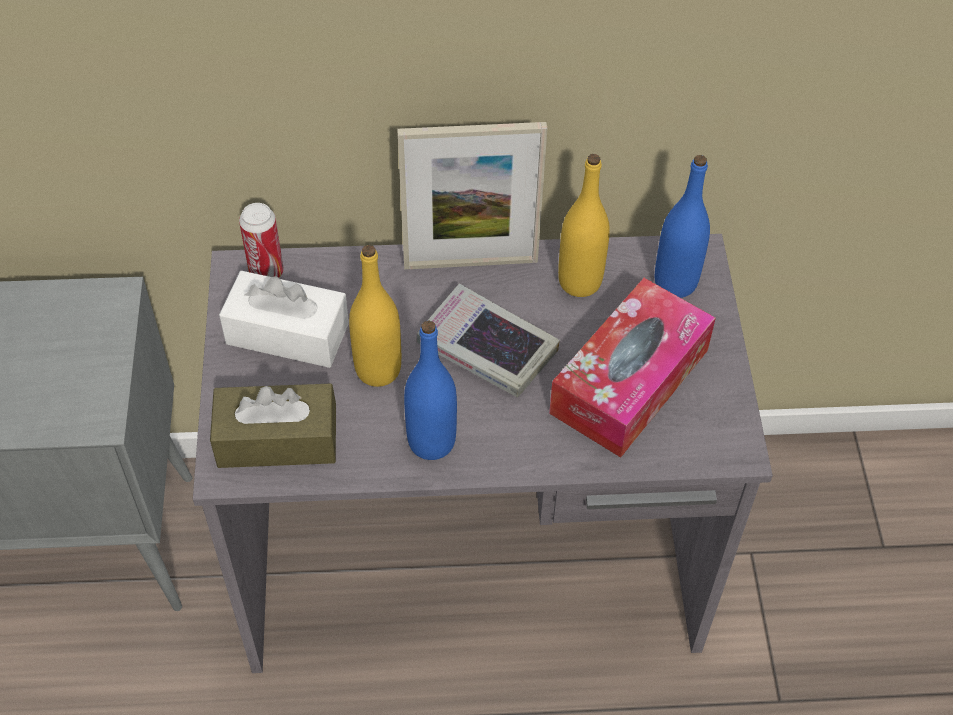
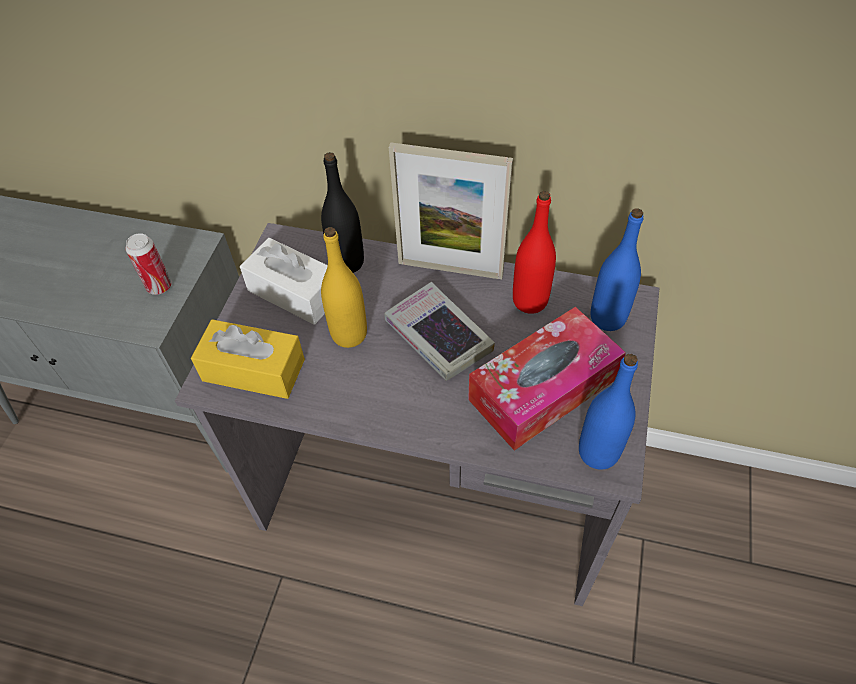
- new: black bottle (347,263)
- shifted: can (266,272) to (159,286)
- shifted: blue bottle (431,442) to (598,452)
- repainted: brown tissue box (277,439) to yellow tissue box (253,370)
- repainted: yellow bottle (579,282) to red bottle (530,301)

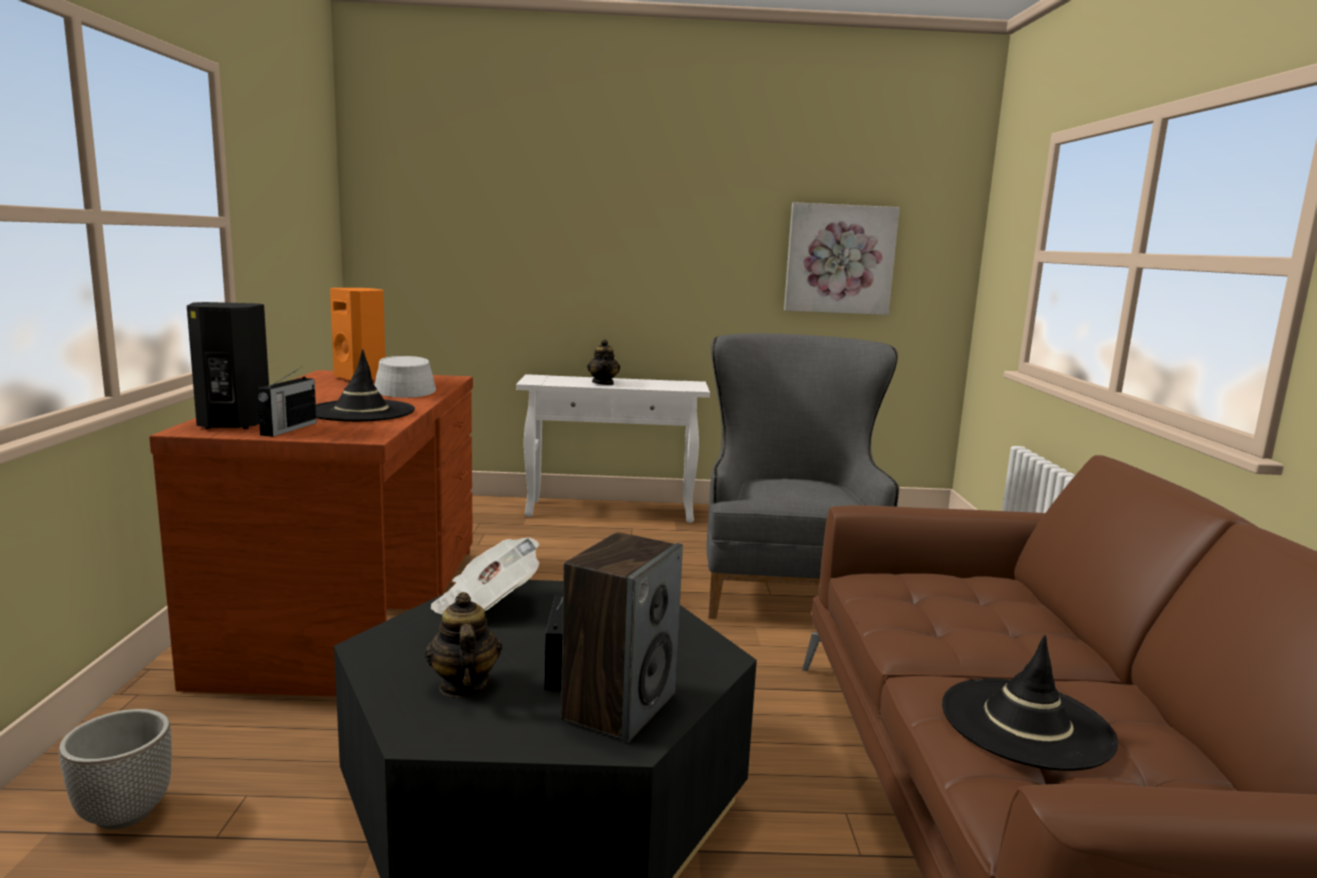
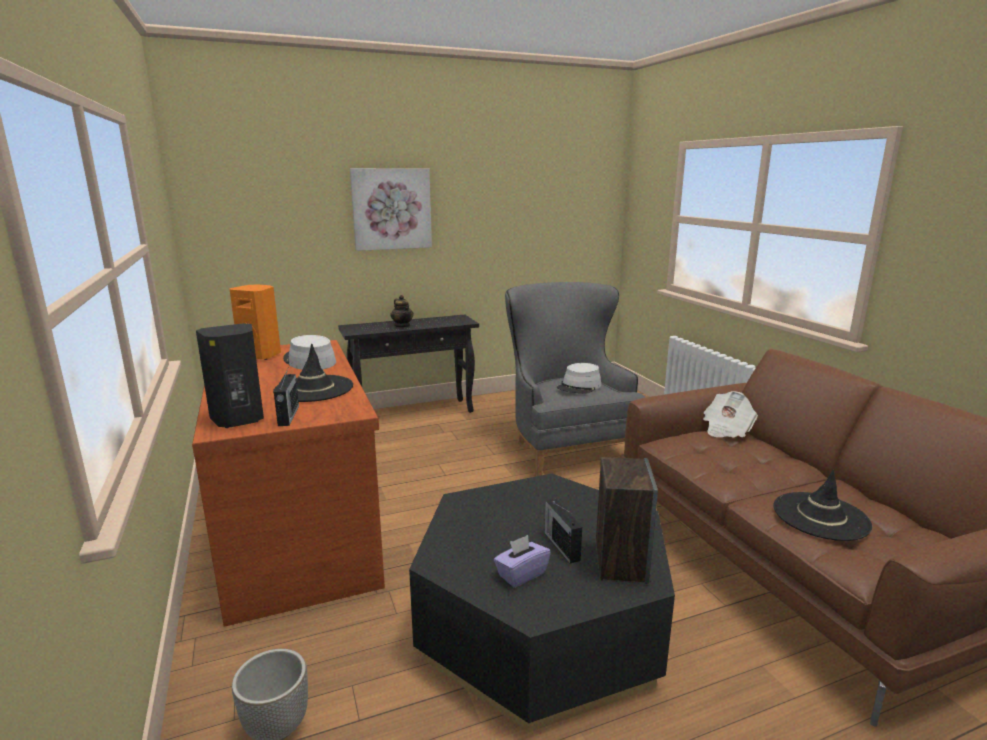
- new: grey hat (579,386)
- shifted: newspaper (486,604) to (727,429)
- shifted: picture (839,259) to (391,209)
- swapped: teapot (463,685) to purple tissue box (521,574)
- repainted: white console table (612,511) to black console table (414,413)

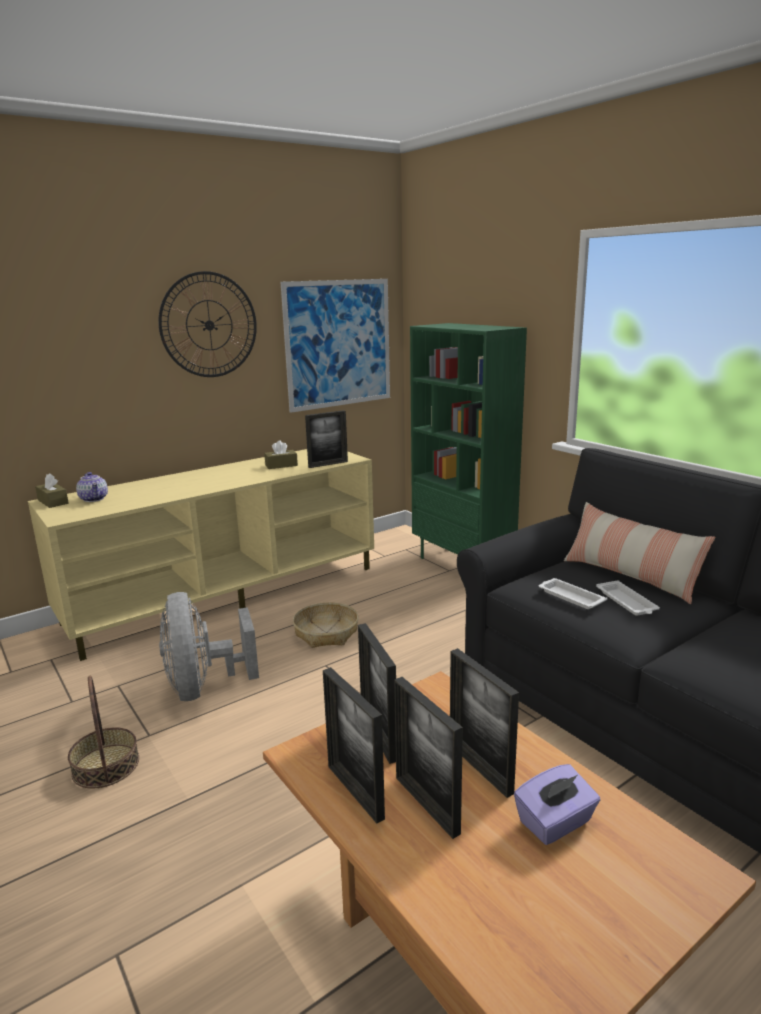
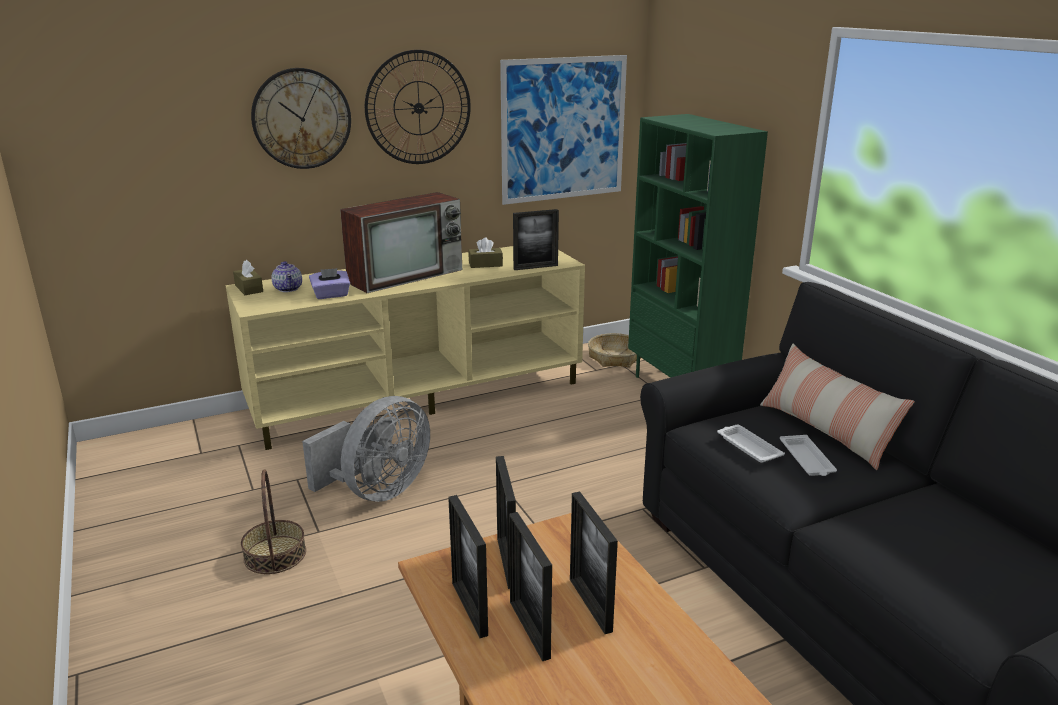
- new: wall clock (301,118)
- new: television (407,275)
- shifted: basket (326,633) to (615,358)
- shifted: purple tissue box (555,823) to (331,295)
- rotated: grey fan (204,687) = (378,491) 135 degrees counterclockwise

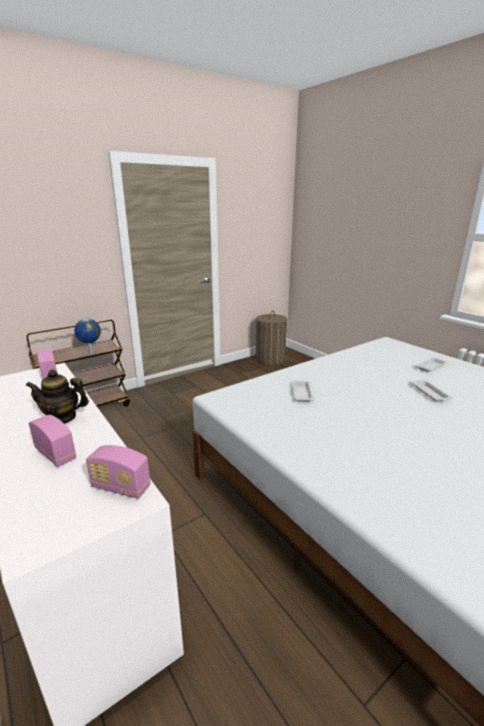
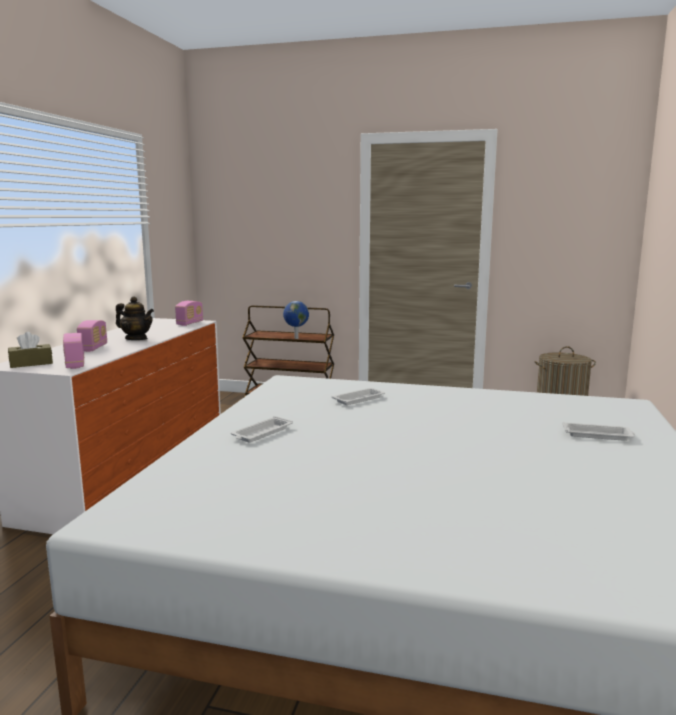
- new: brown tissue box (31,363)
- shifted: white tray (430,393) to (261,433)
- rotated: teapot (62,418) = (136,339) 150 degrees clockwise

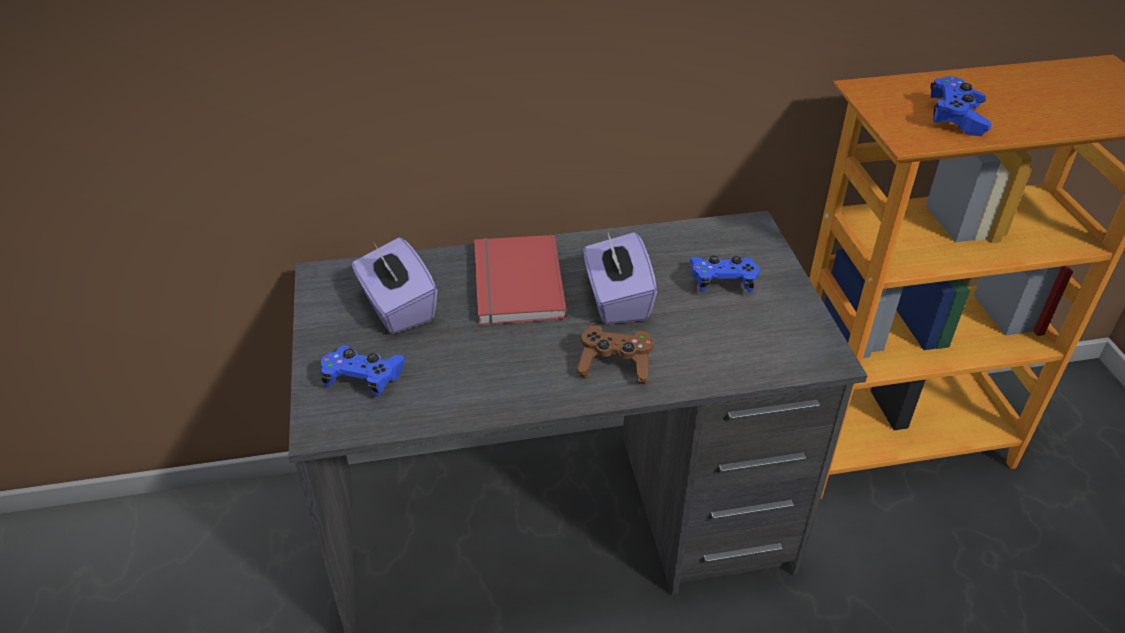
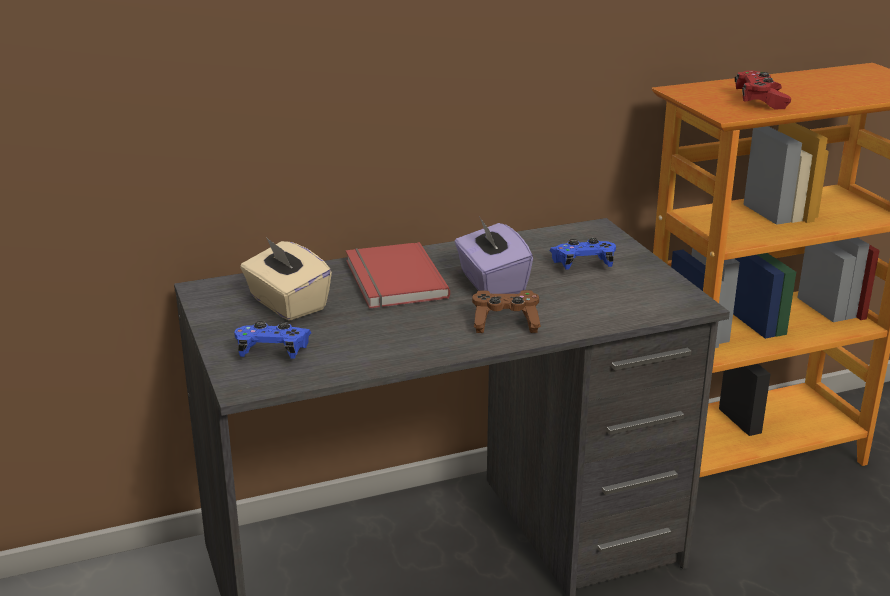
- repainted: purple tissue box (397,308) to beige tissue box (287,304)
- repainted: blue game controller (956,118) to red game controller (760,101)

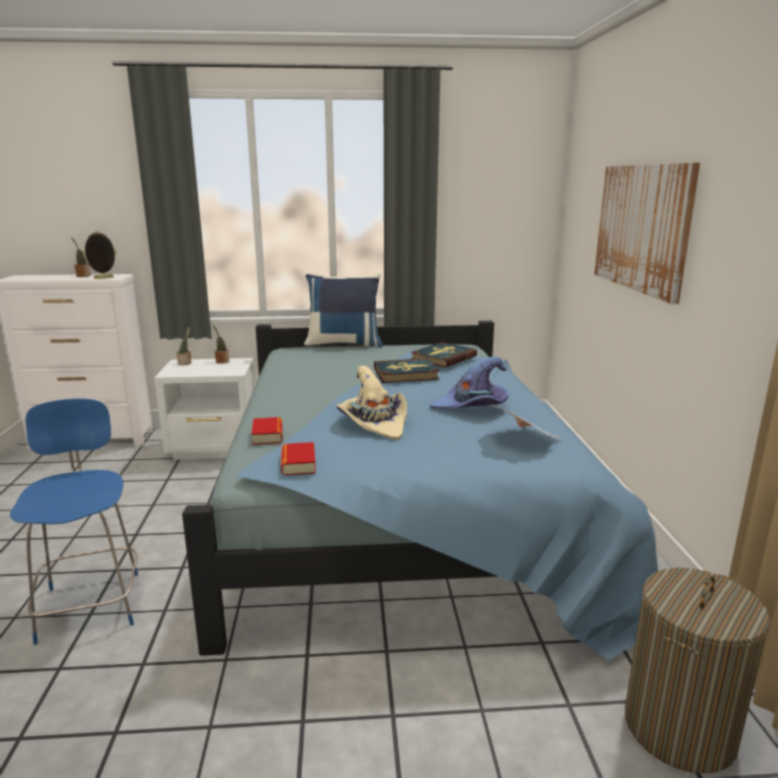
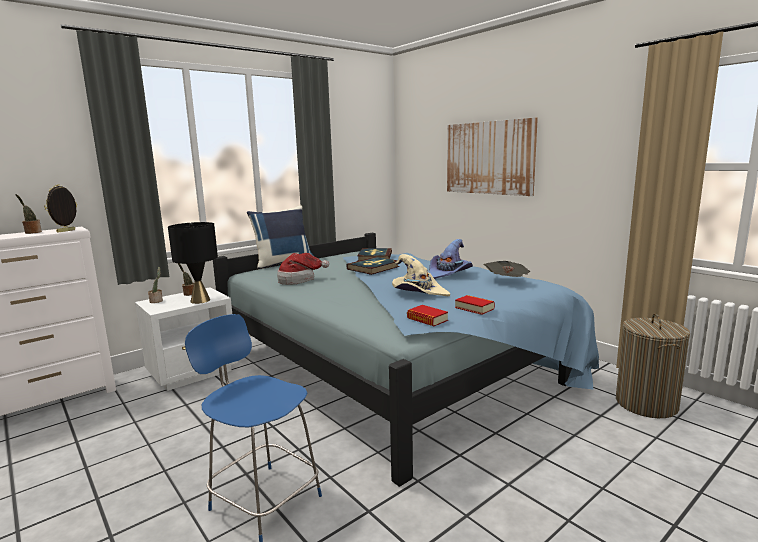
- new: black table lamp (200,300)
- new: hat (299,280)
- shifted: book (267,435) to (474,308)

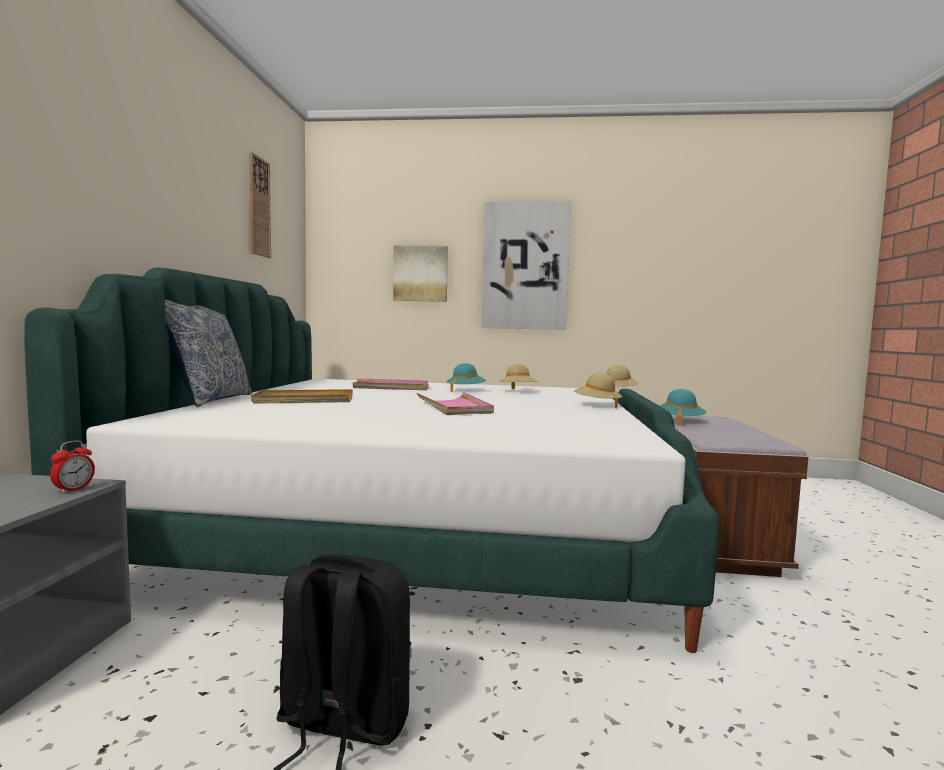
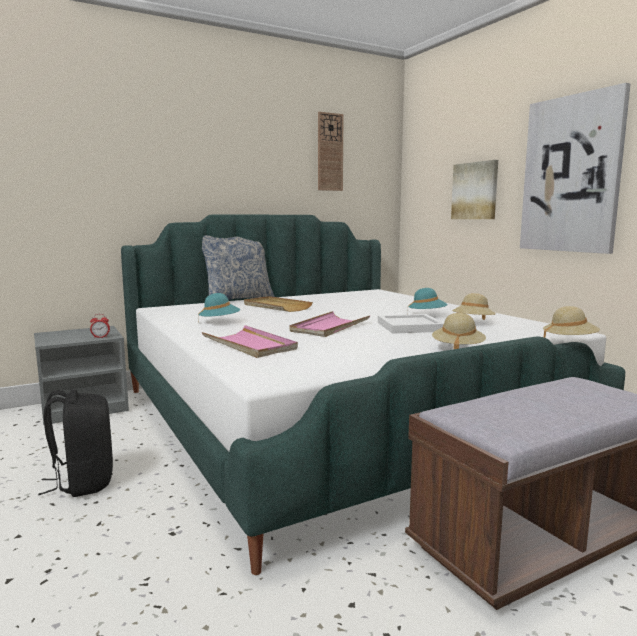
- new: white tray (411,327)
- shifted: pink tray (391,388) to (249,345)
- shifted: turquoise hat (679,422) to (219,322)

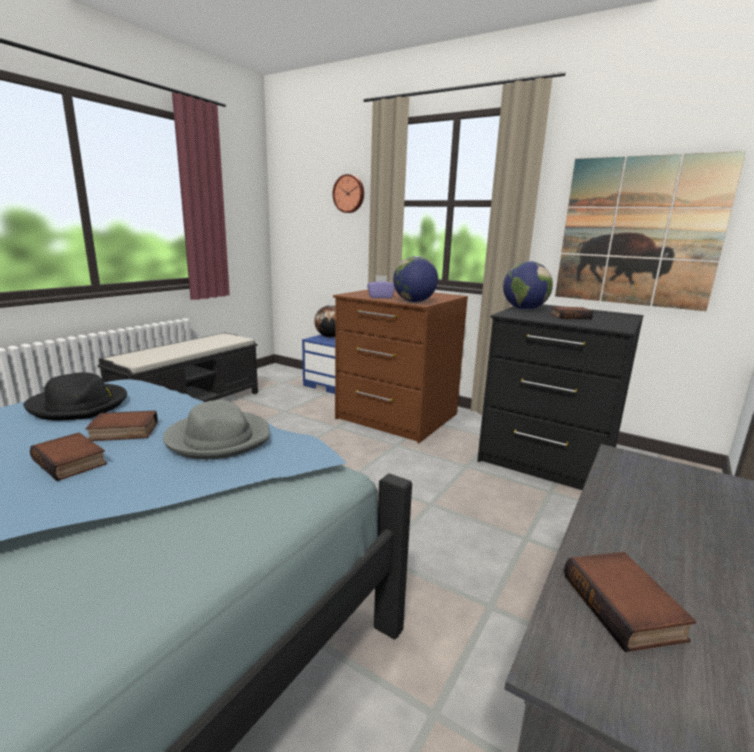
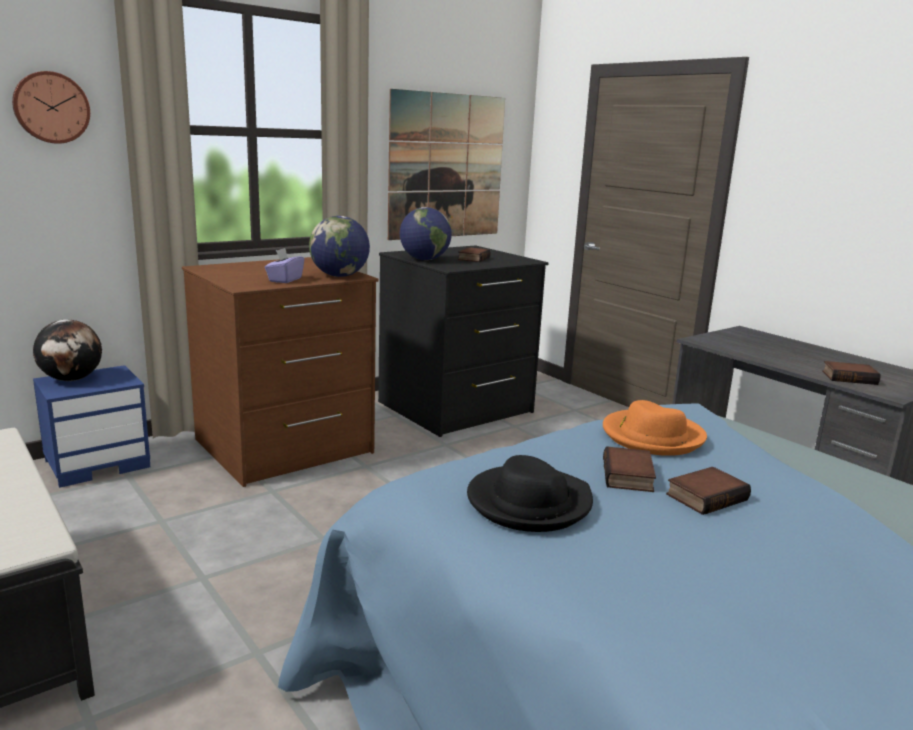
- repainted: grey hat (219,438) to orange hat (652,436)

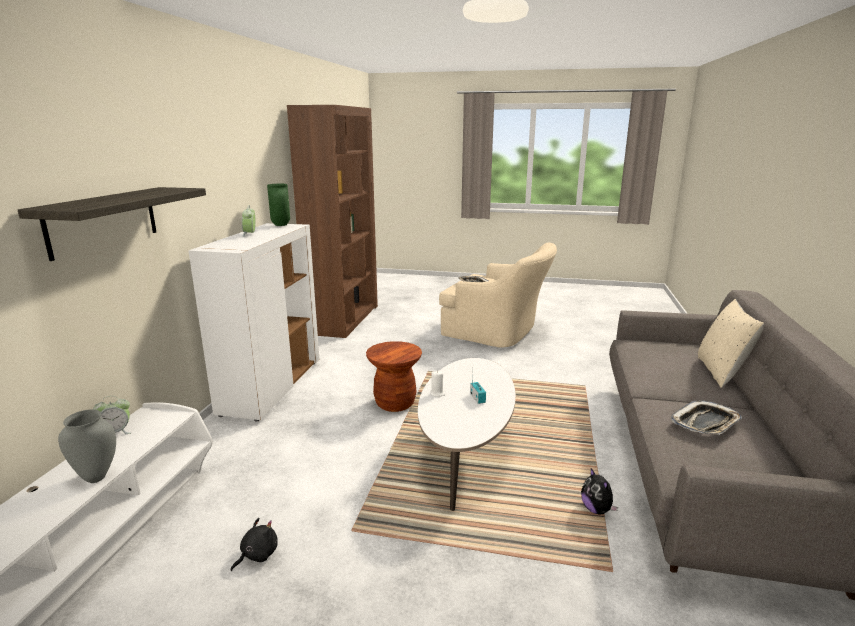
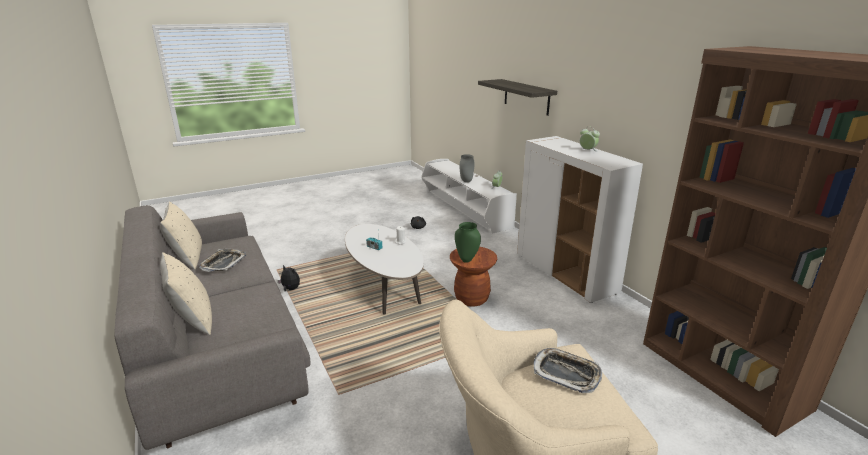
- new: beige pillow (187,258)
- shifted: green vase (281,225) to (466,260)

